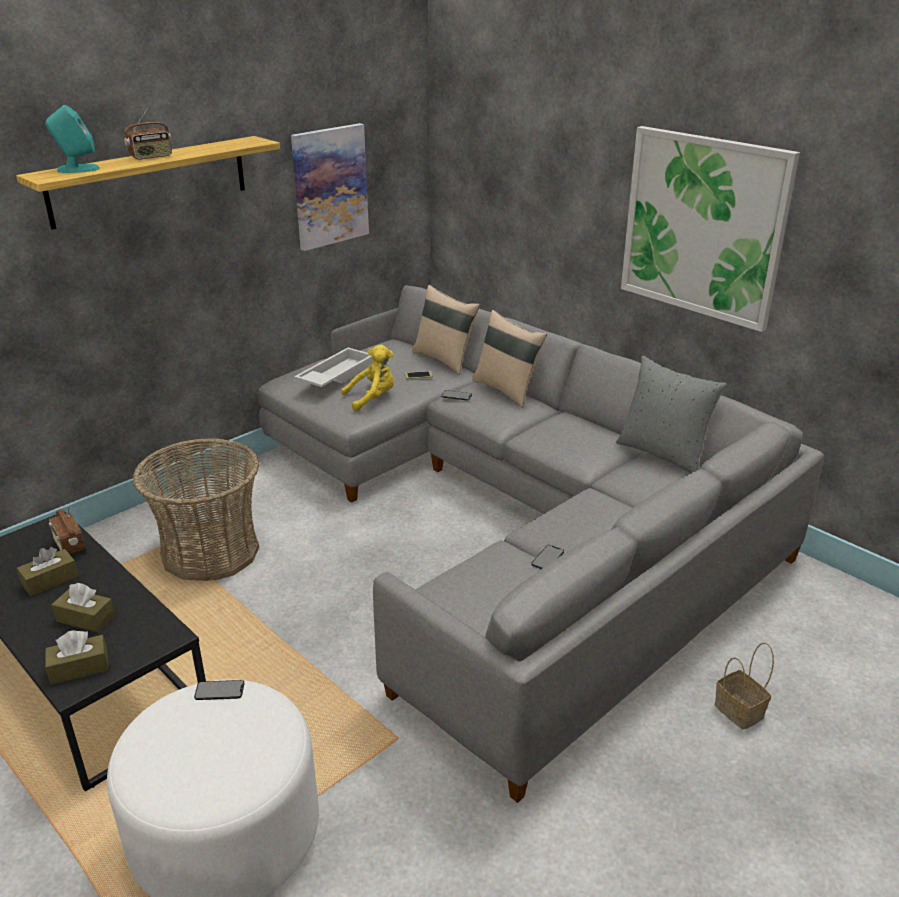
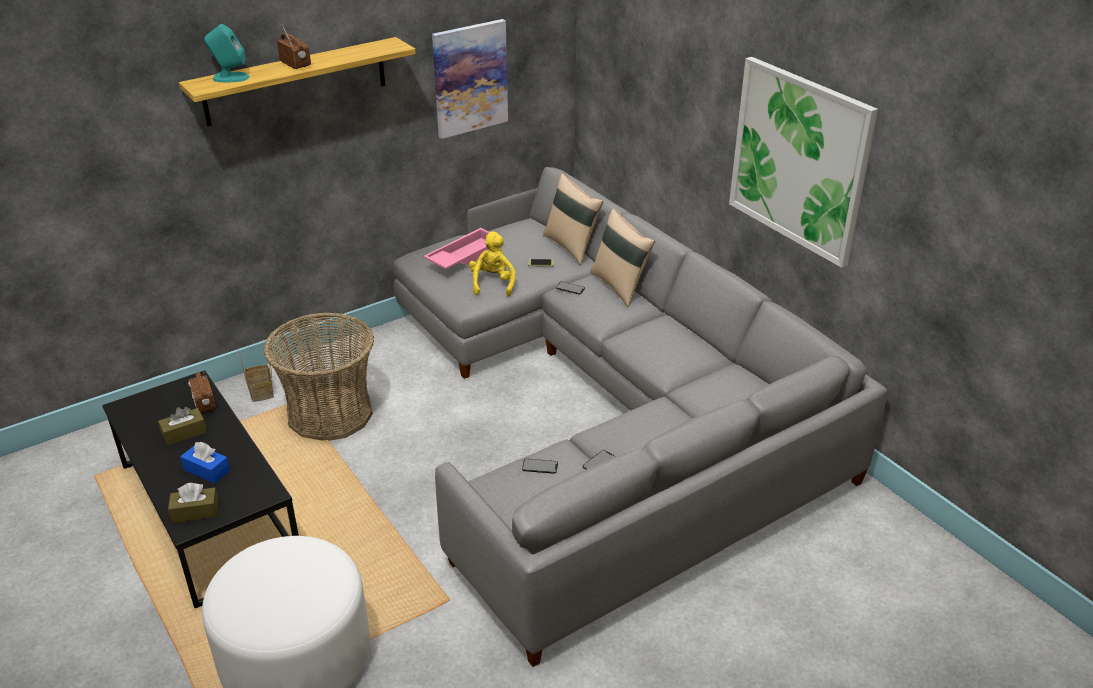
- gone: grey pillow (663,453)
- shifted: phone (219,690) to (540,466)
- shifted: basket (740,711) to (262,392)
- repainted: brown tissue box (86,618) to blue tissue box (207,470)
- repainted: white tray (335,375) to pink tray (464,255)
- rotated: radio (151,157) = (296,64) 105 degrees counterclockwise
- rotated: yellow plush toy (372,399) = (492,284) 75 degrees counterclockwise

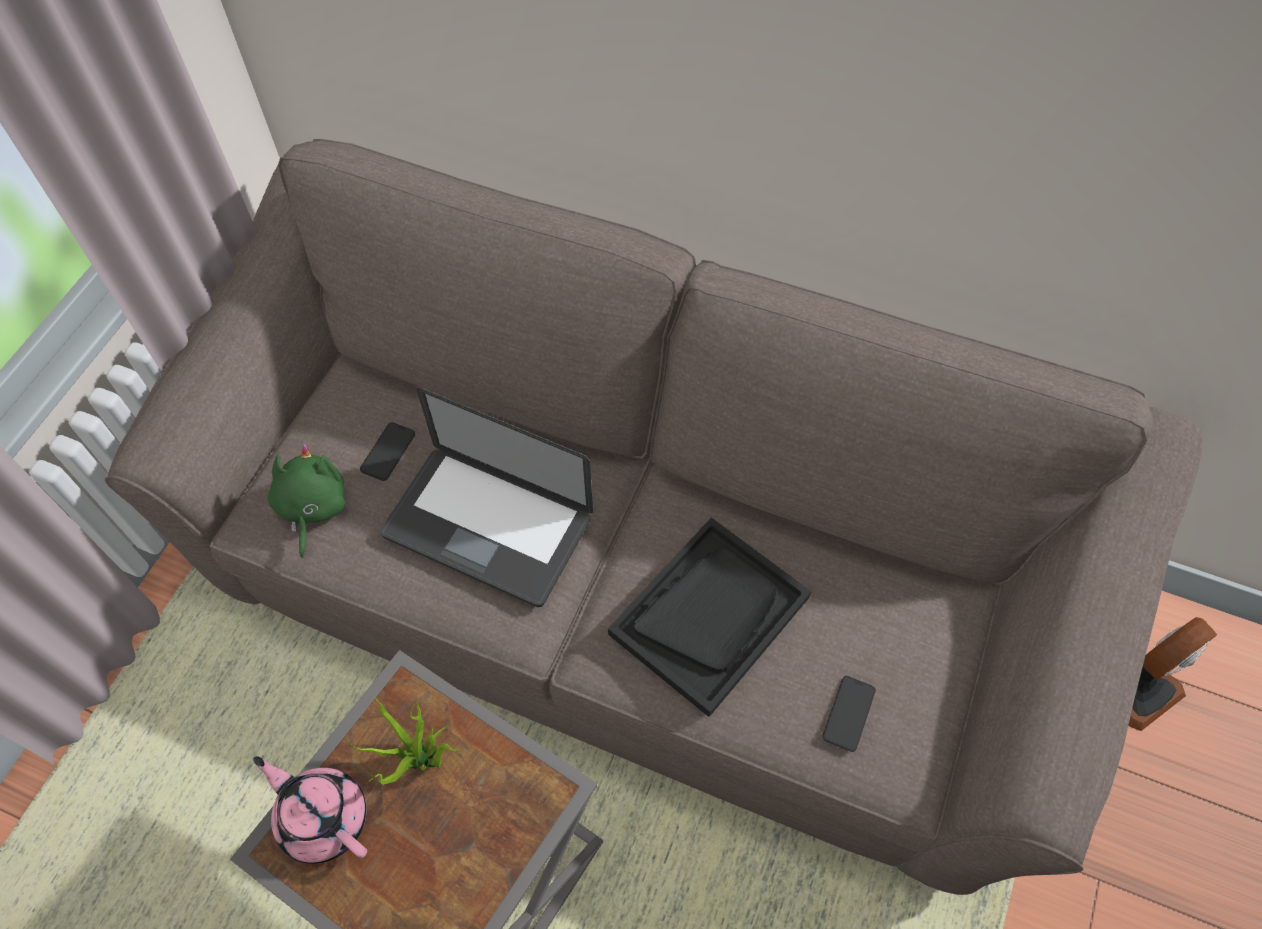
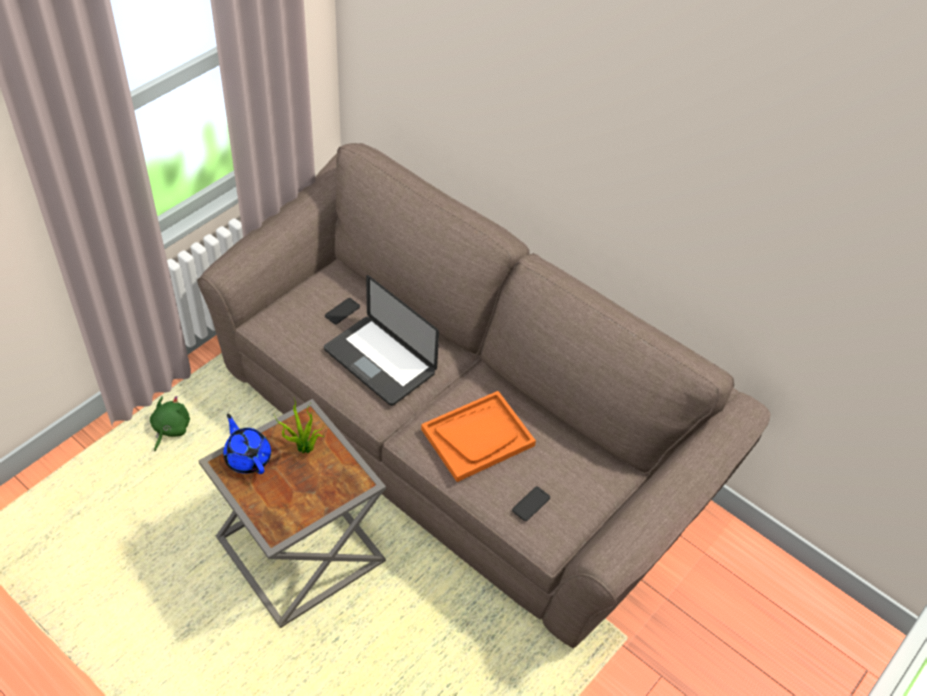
- gone: fan (1138,687)
- shifted: green plush toy (312,507) to (170,429)
- repainted: pink teapot (322,817) to blue teapot (248,457)
- repainted: black tray (709,615) to orange tray (478,437)

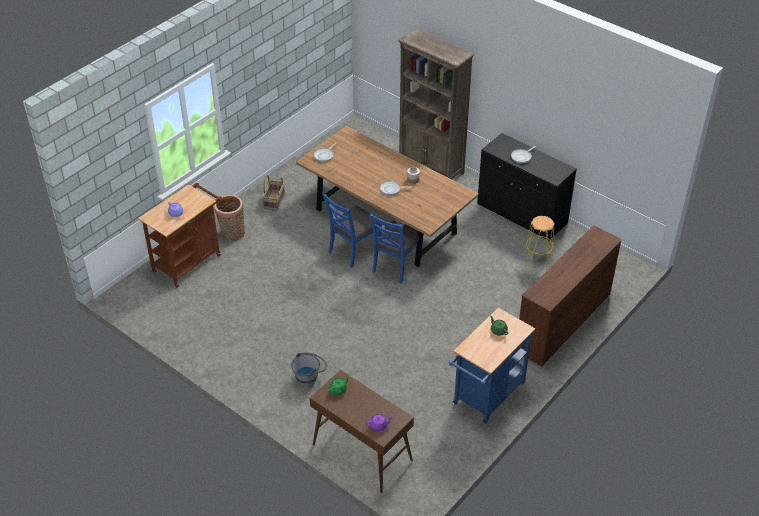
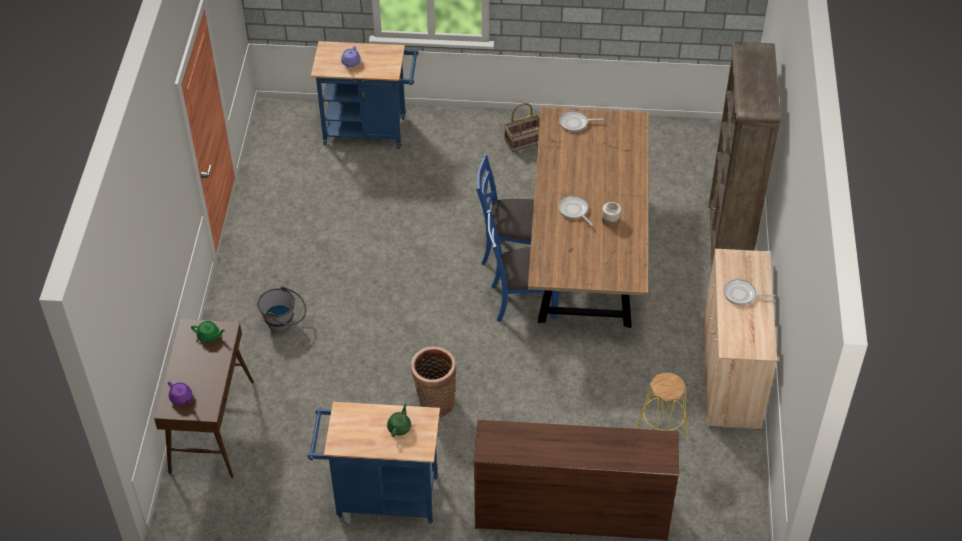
- shifted: basket (232,234) to (434,402)
- repainted: brown cart (189,261) to blue cart (370,131)
- repainted: black cabinet (521,214) to beige cabinet (730,373)

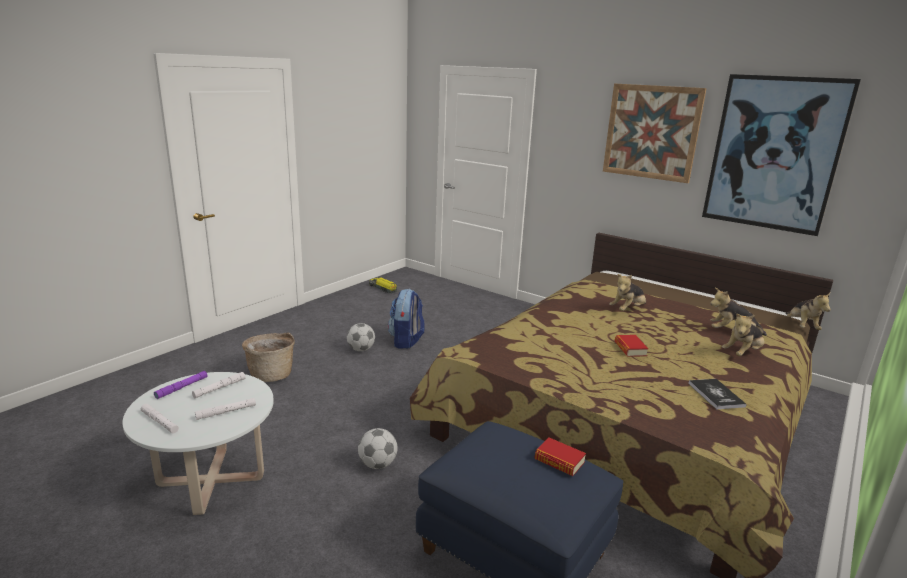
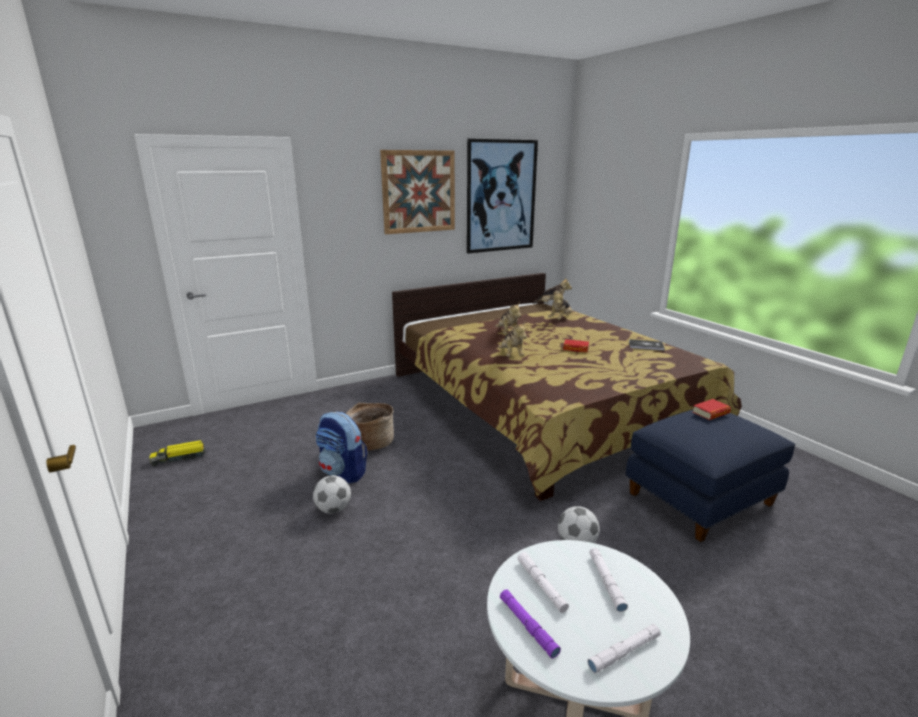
- shifted: basket (271,374) to (371,443)
- shifted: plush toy (742,353) to (511,355)

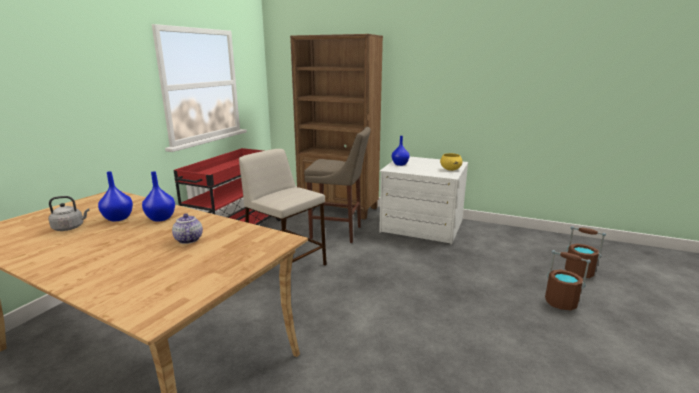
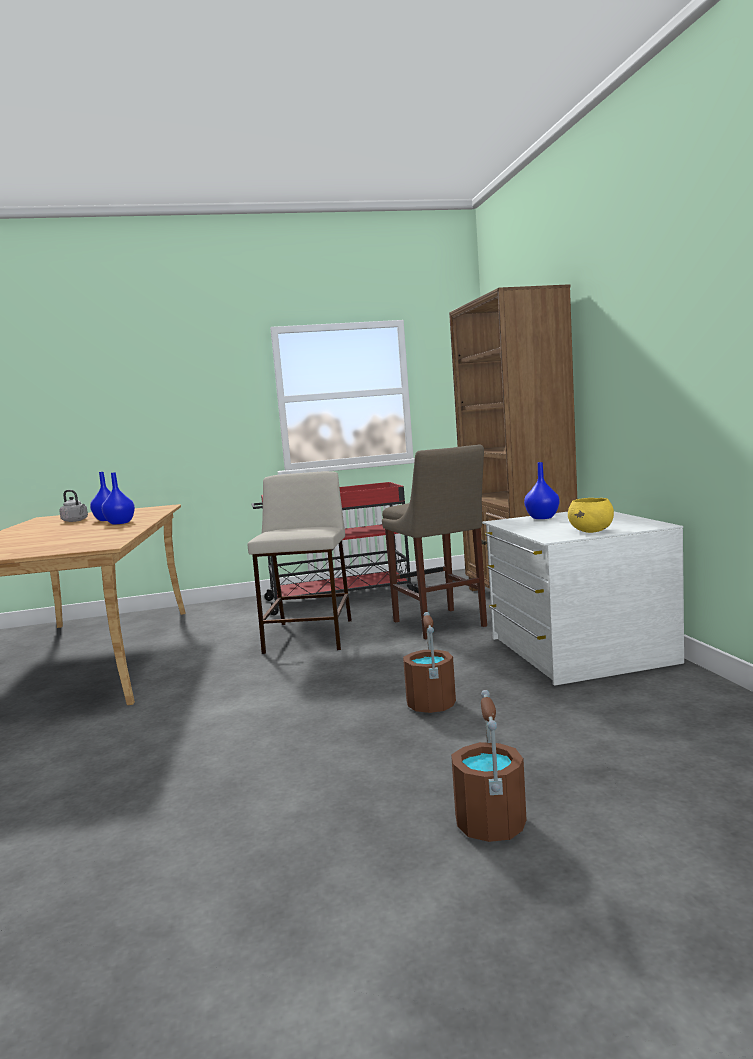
- gone: teapot (188,239)
- shifted: brown bucket (579,272) to (431,704)

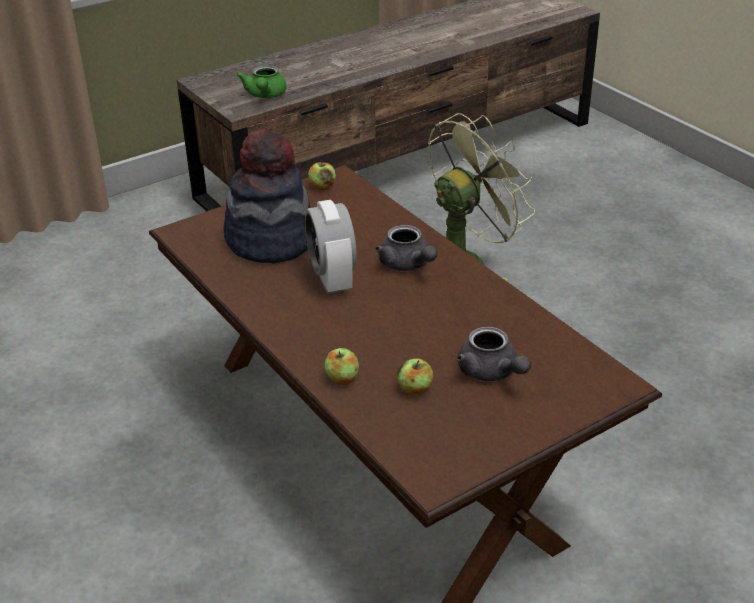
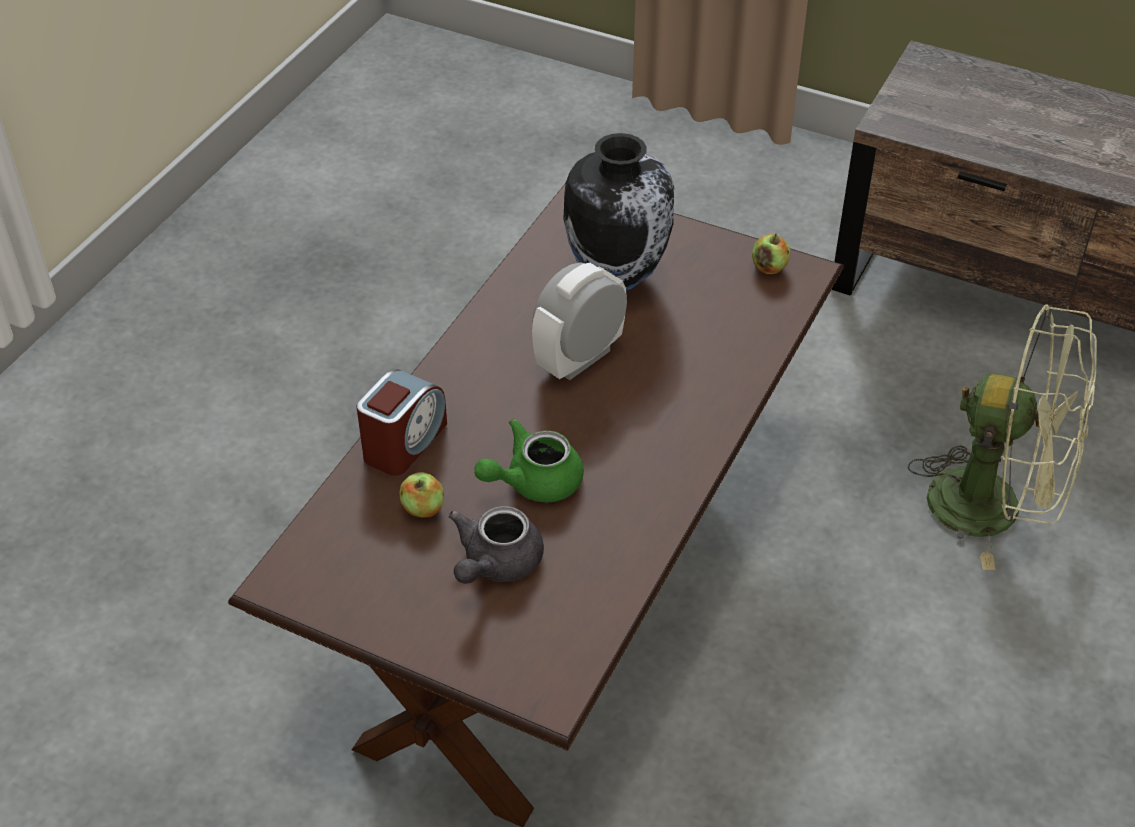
- gone: grey teapot (407,265)
- shifted: green teapot (265,95) to (533,482)
- swapped: hat (270,240) to vase (618,277)
- swapped: apple (342,378) to alarm clock (404,443)

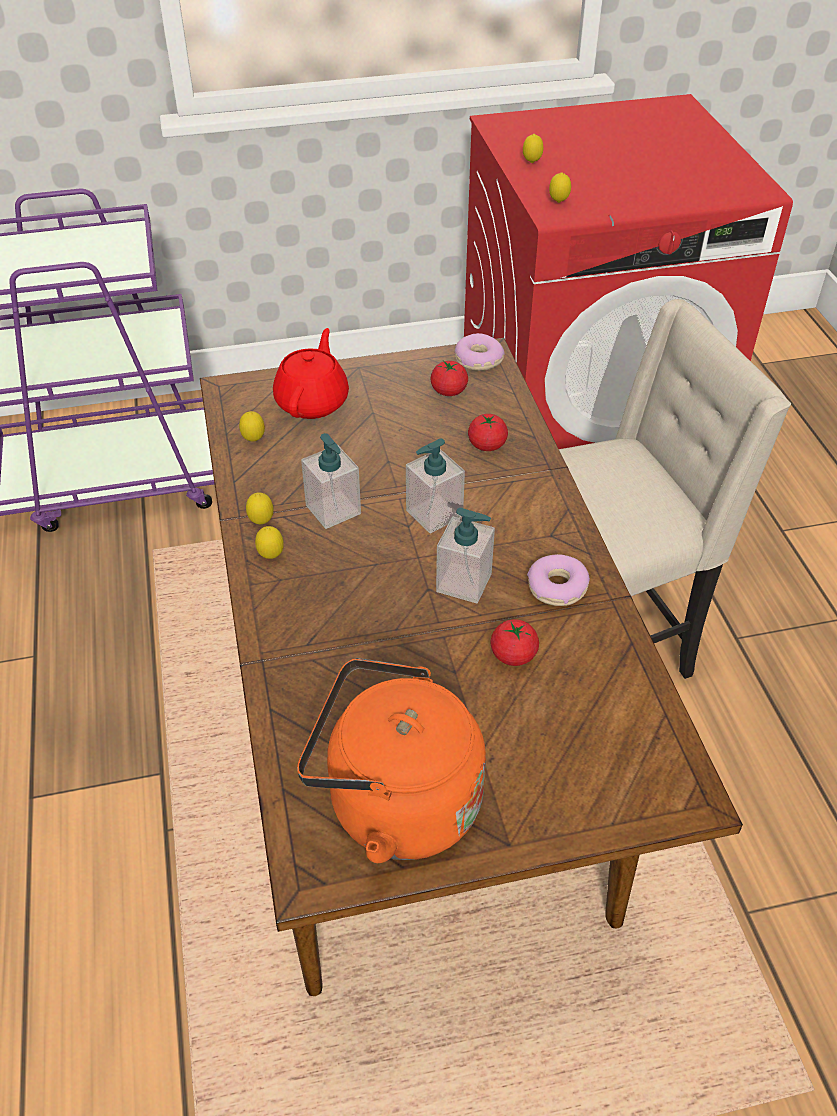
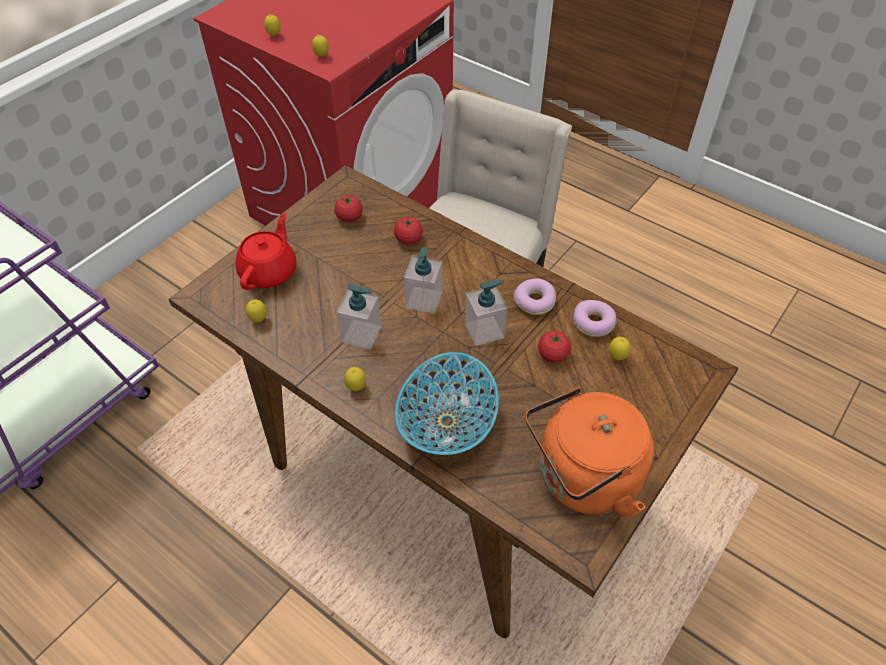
- new: bowl (448,422)
- shifted: lemon (261,522) to (616,357)
- shifted: donut (478,360) to (593,323)
- rotated: red teapot (313,401) = (269,271) 45 degrees clockwise

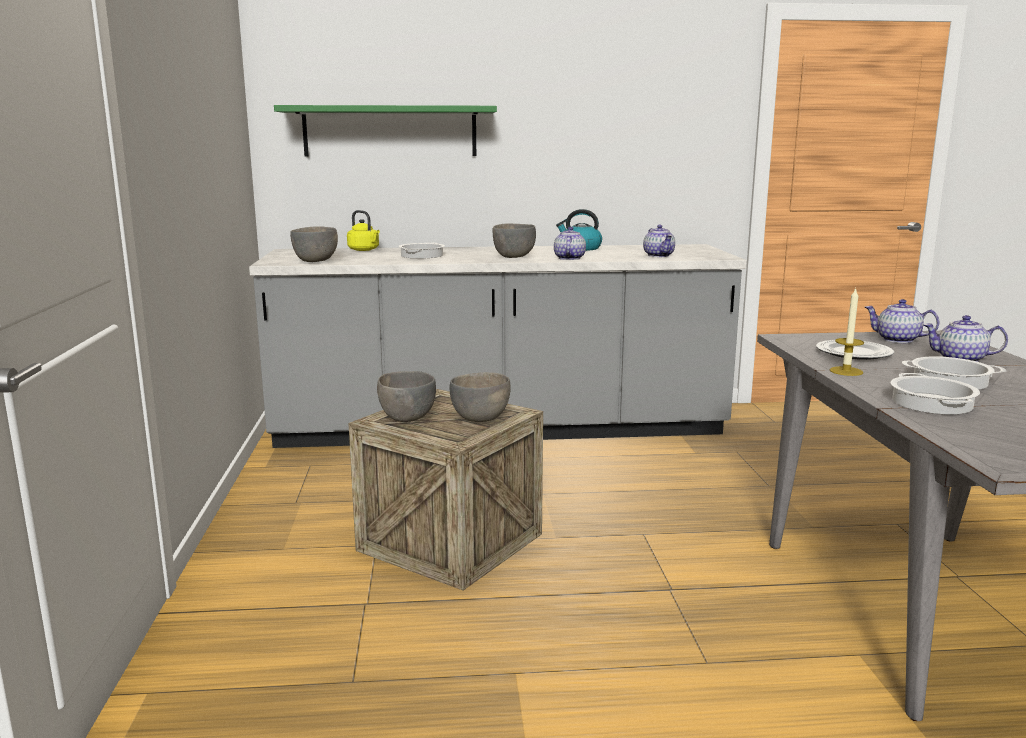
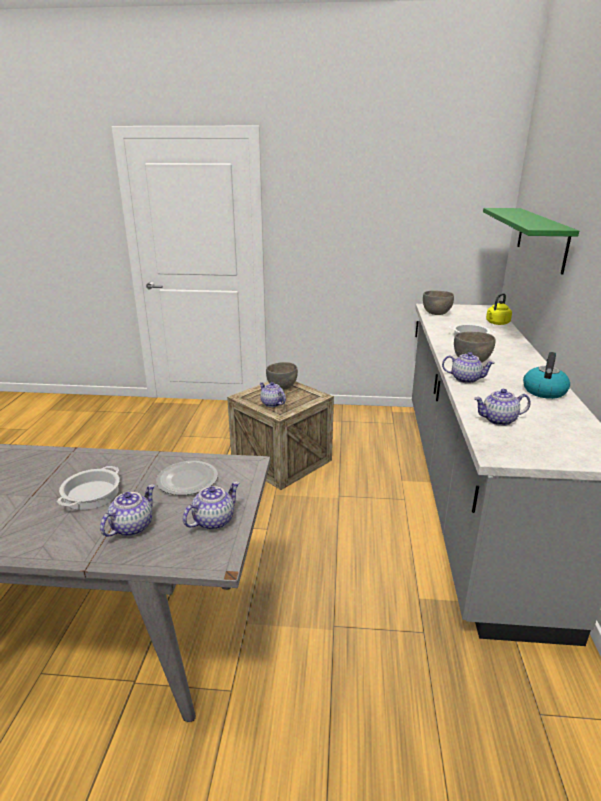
- gone: candle (846,371)
- gone: cooking pot (933,403)
- swapped: grey bowl (481,419) to teapot (272,403)

